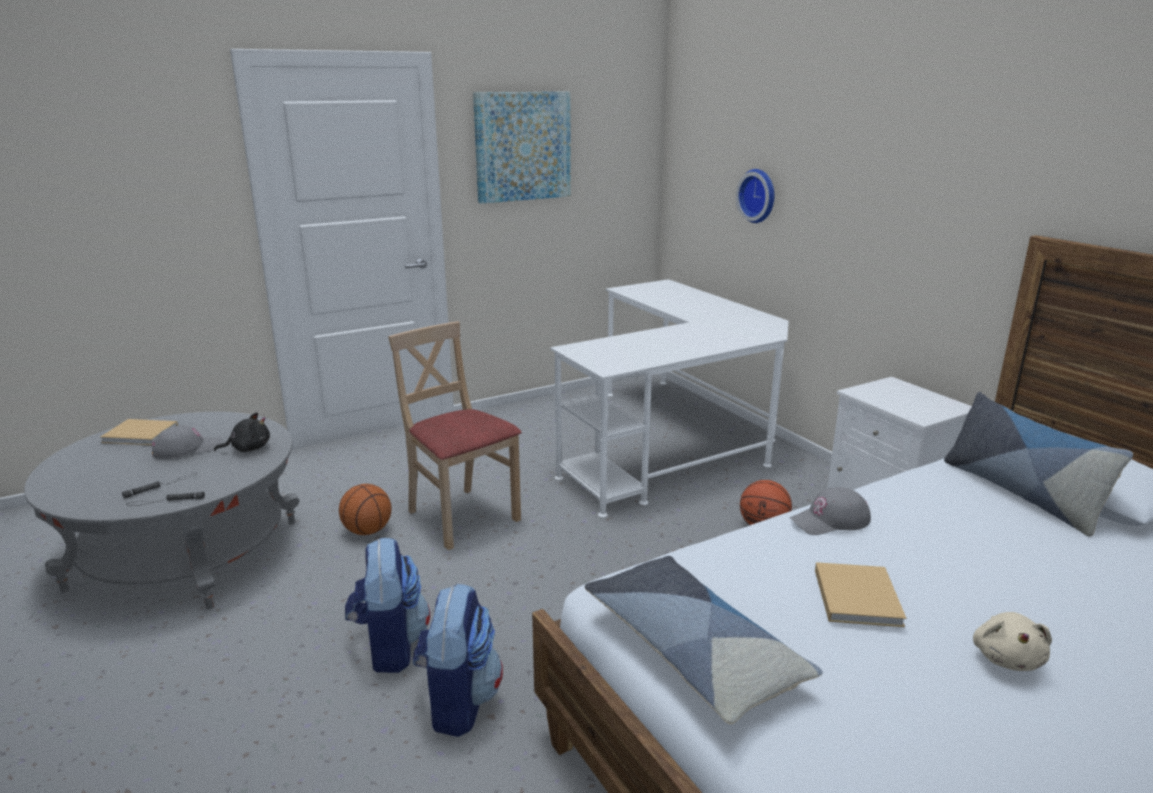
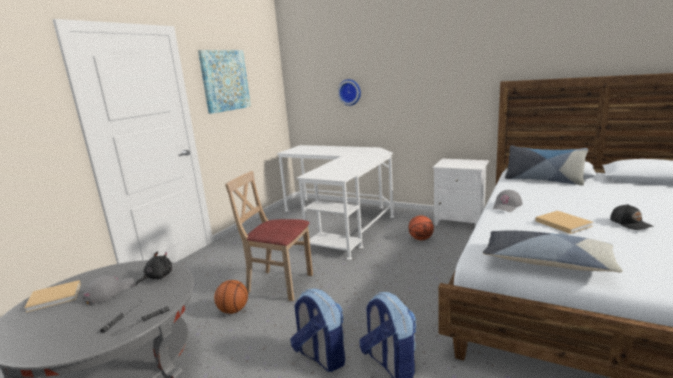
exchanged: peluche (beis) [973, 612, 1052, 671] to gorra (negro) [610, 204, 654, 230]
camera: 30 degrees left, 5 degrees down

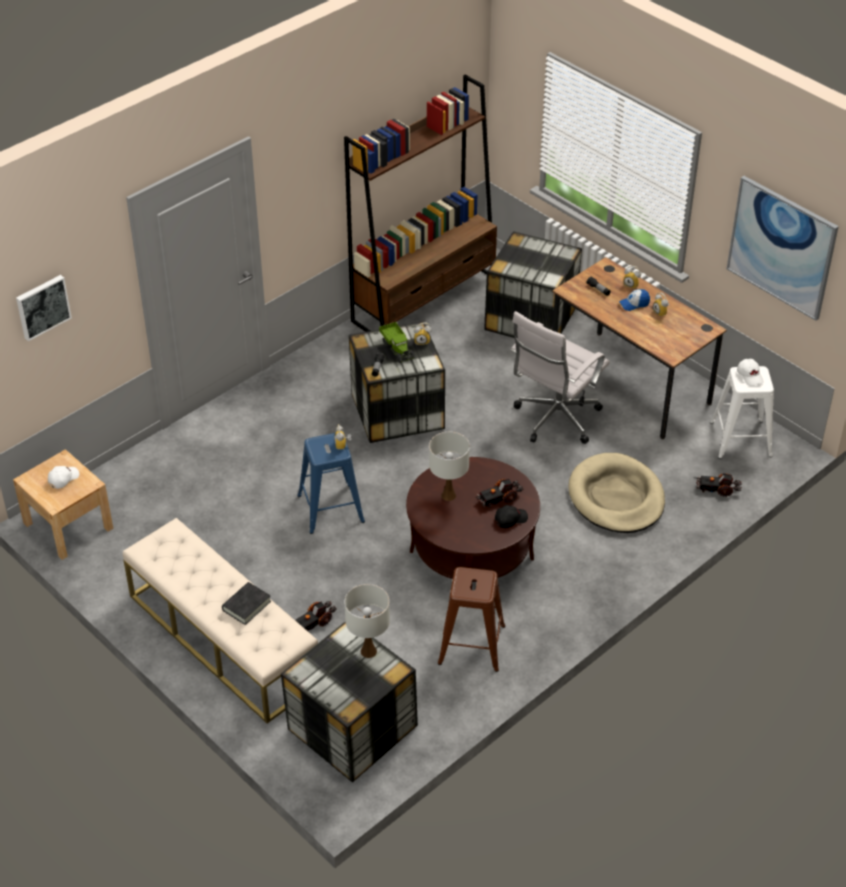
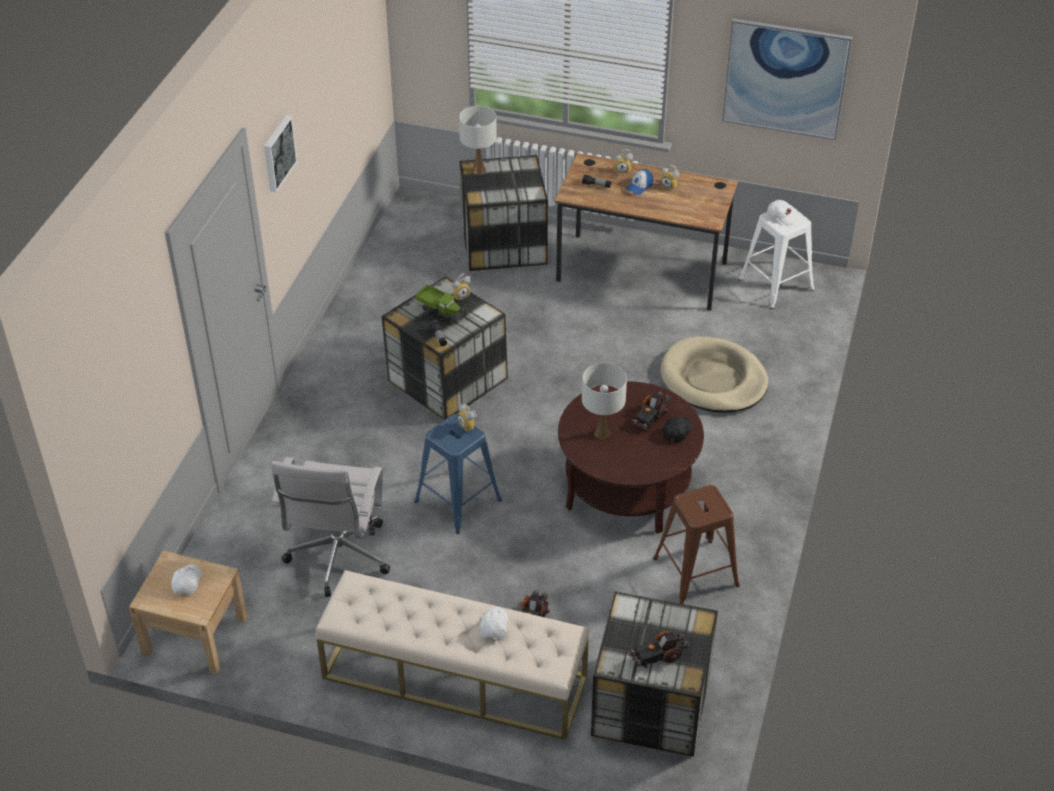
missing: estantería (marrón) [344, 75, 497, 332]
relocated: cuadro [16, 275, 72, 341] to [264, 115, 297, 193]; silla de oficina (blanco) [510, 311, 610, 444] to [271, 457, 390, 597]; lámpara de mesa (blanco) [345, 584, 390, 658] to [459, 106, 497, 175]; camión de juguete [693, 473, 742, 497] to [629, 631, 690, 668]
exchanged: libro (negro) [222, 582, 271, 625] to gorra (blanco) [480, 607, 508, 641]
camera: 30 degrees left, 0 degrees up

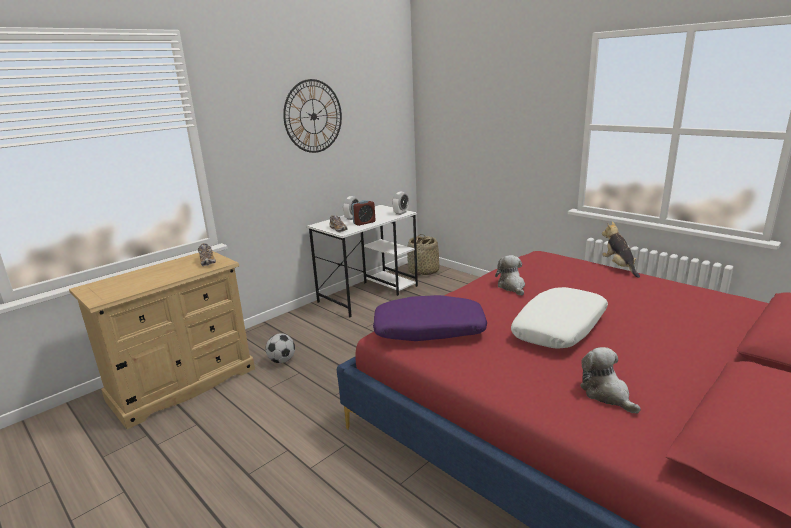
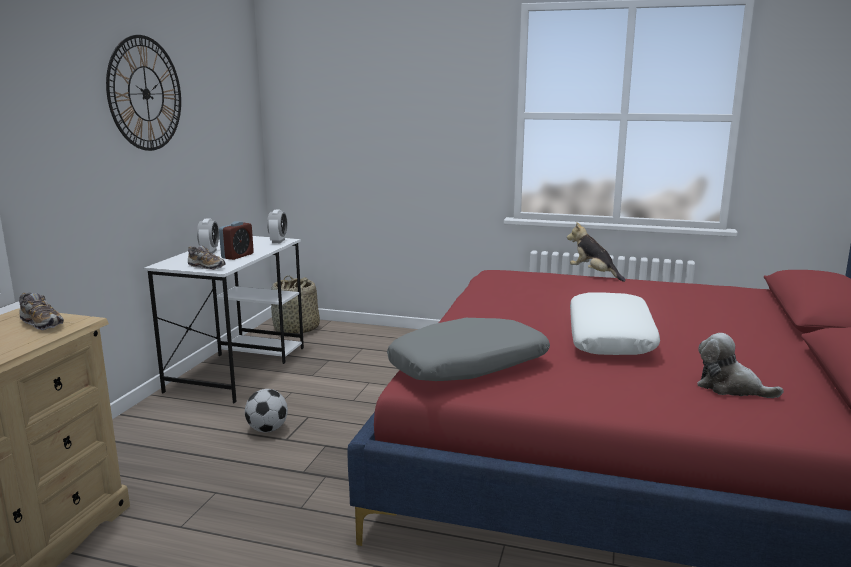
missing: peluche [495, 255, 525, 296]
relocated: balón de fútbol [266, 333, 295, 363] to [245, 389, 288, 433]
colour: cojín (morado) [373, 295, 487, 341] to cojín (gris) [387, 318, 550, 381]
camera: 30 degrees left, 5 degrees down

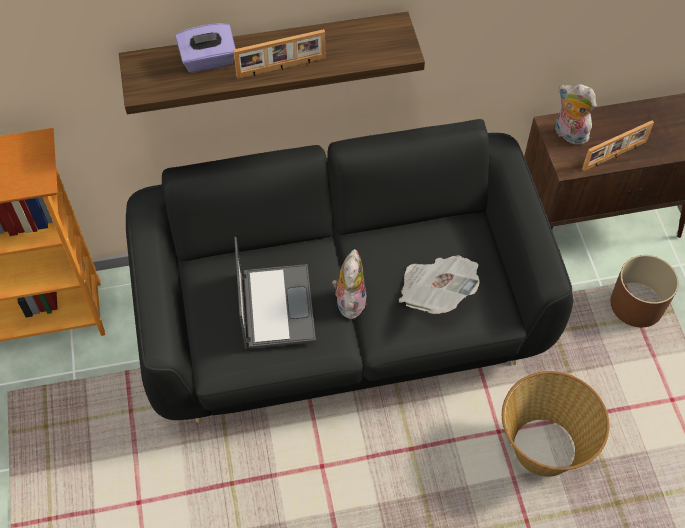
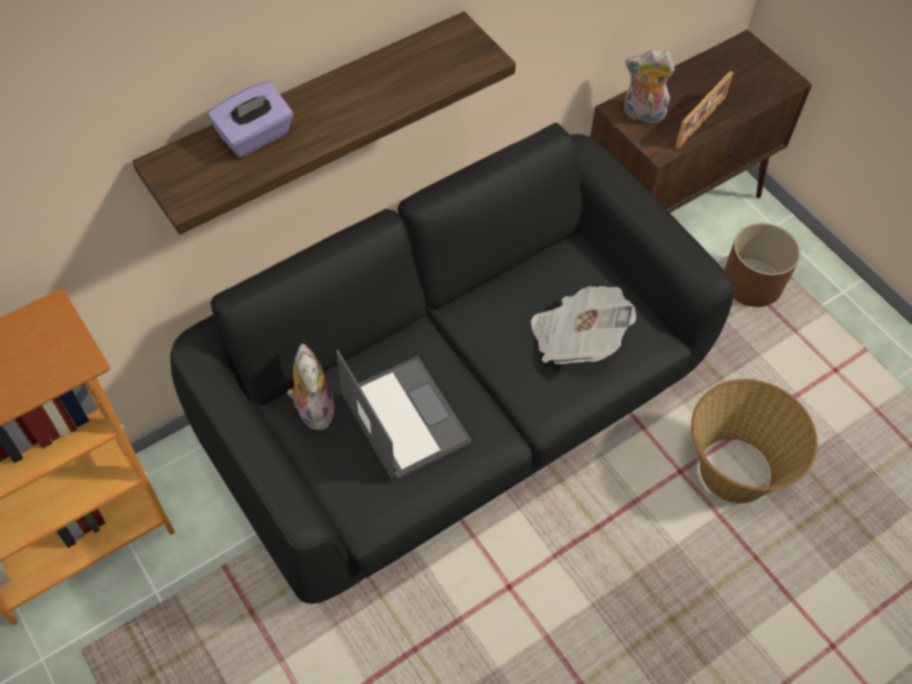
missing: portarretratos [233, 29, 326, 79]
relocated: peluche [332, 249, 366, 319] to [287, 343, 335, 430]
camera: 25 degrees left, 0 degrees up

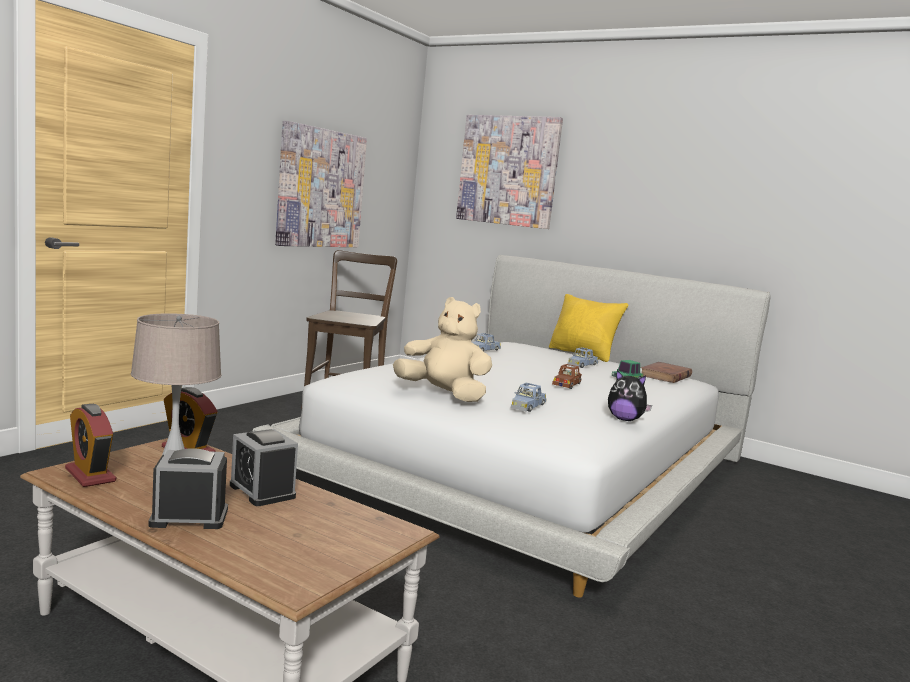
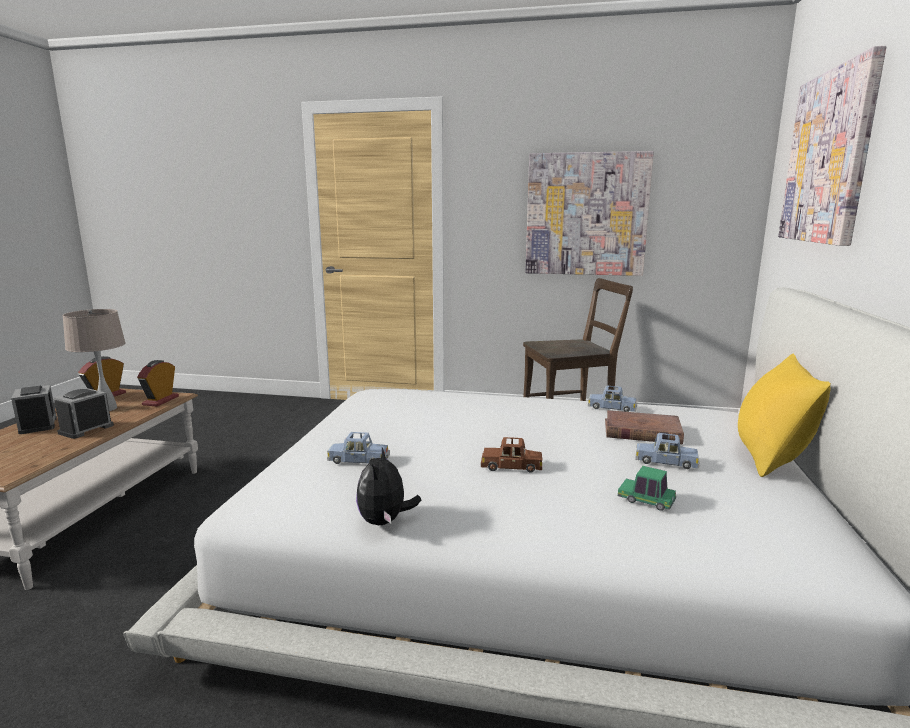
missing: peluche (beis) [393, 297, 492, 402]
relocated: libro (marrón) [641, 362, 692, 383] to [605, 410, 684, 444]
camera: 70 degrees right, 5 degrees up

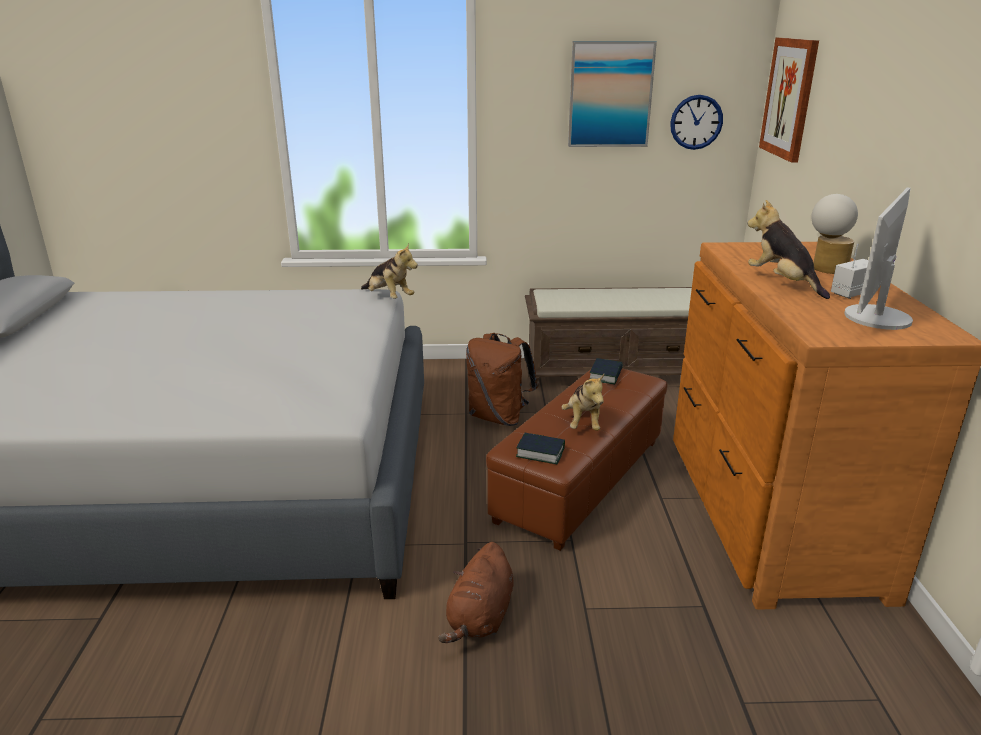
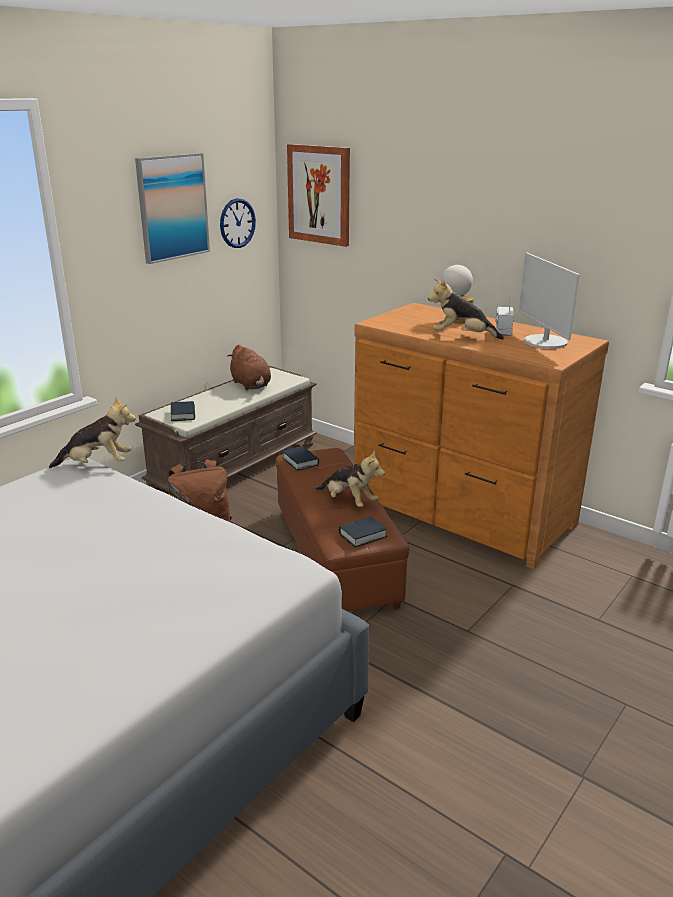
appeared: libro [171, 401, 195, 421]
relocated: peluche (marrón) [438, 542, 514, 643] to [227, 345, 271, 390]
camera: 50 degrees left, 0 degrees up

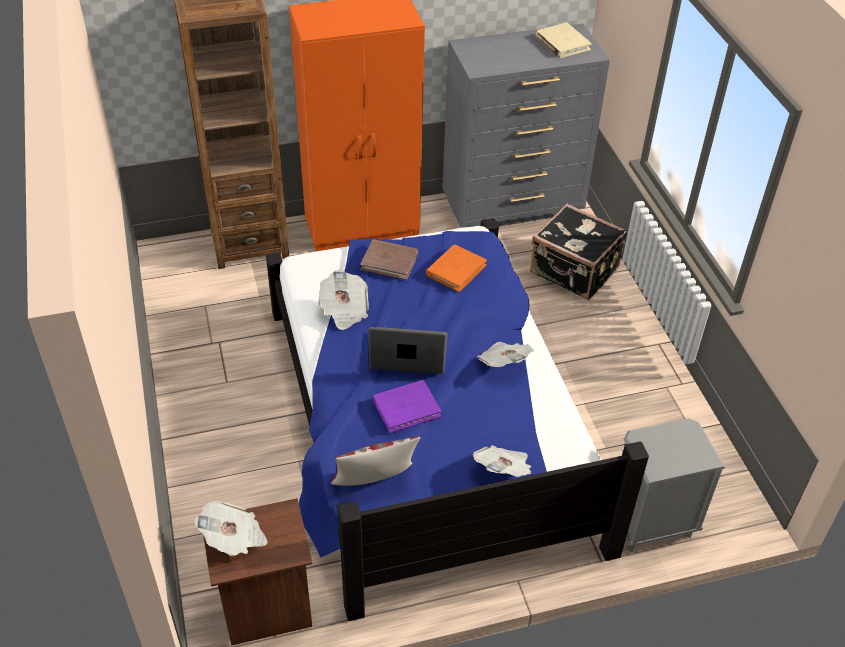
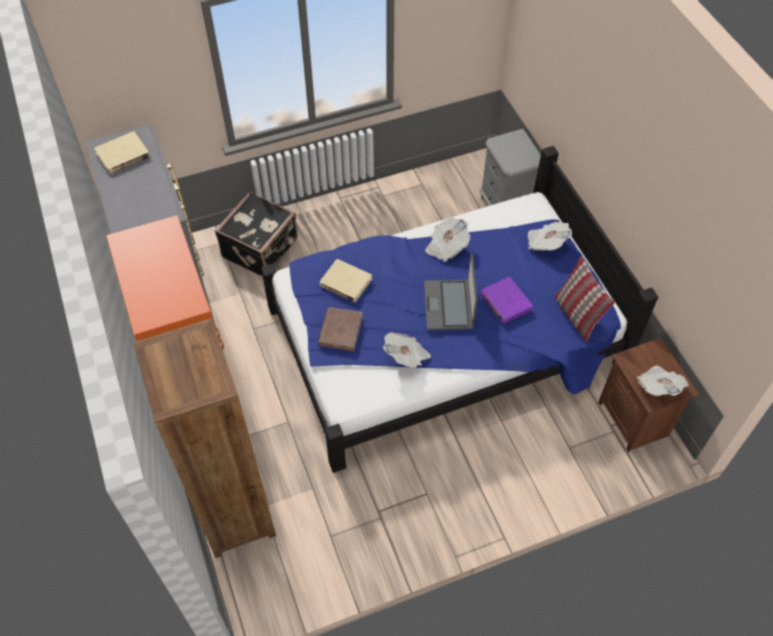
colour: libro (naranja) [426, 245, 487, 292] to libro (beis) [320, 259, 372, 302]
camera: 95 degrees left, 10 degrees up

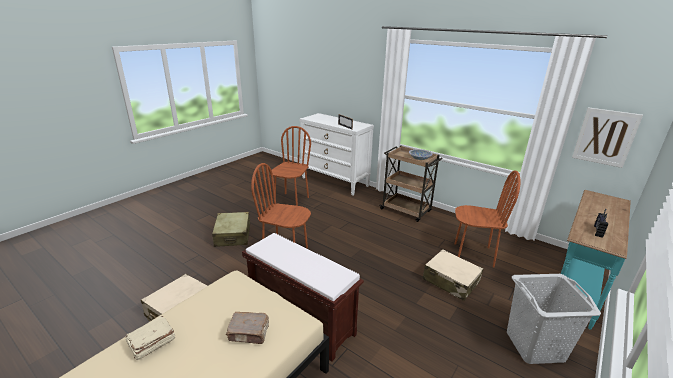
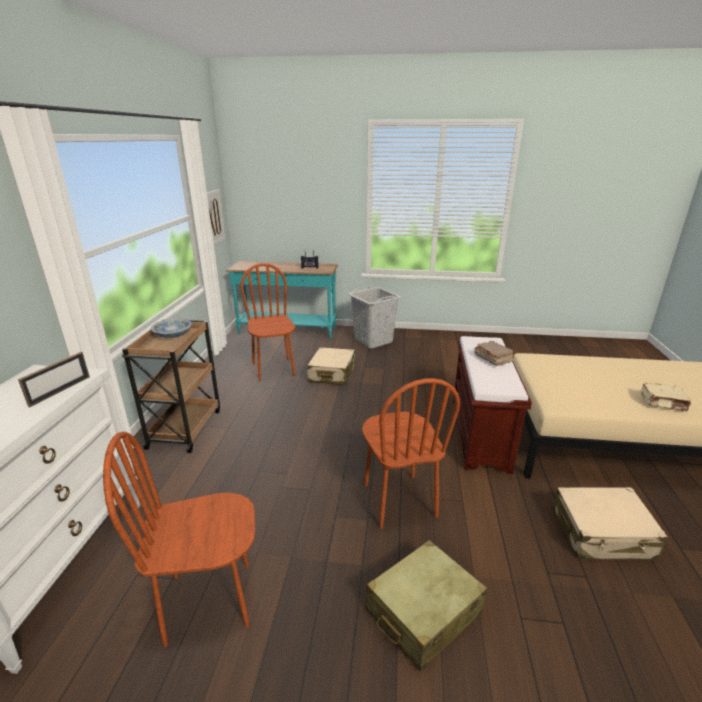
relocated: libro (marrón) [226, 312, 269, 344] to [474, 341, 516, 366]
camera: 120 degrees left, 0 degrees up

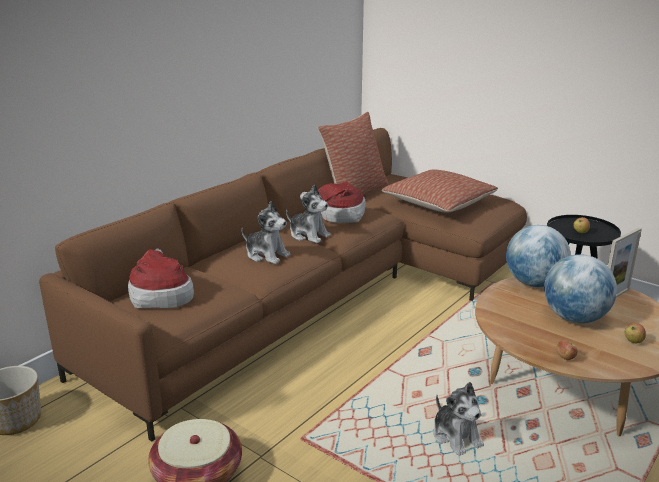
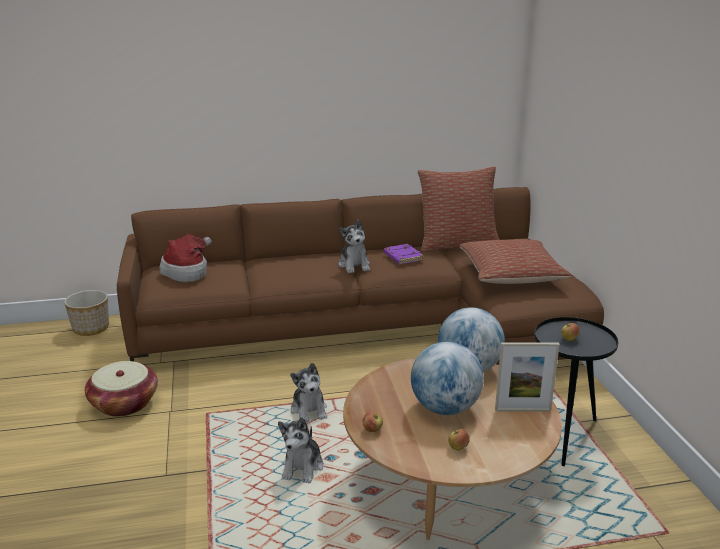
relocated: peluche [241, 201, 291, 264] to [290, 363, 327, 422]
exchanged: sombrero [300, 182, 366, 223] to libro (morado) [384, 244, 423, 264]
camera: 40 degrees right, 0 degrees up

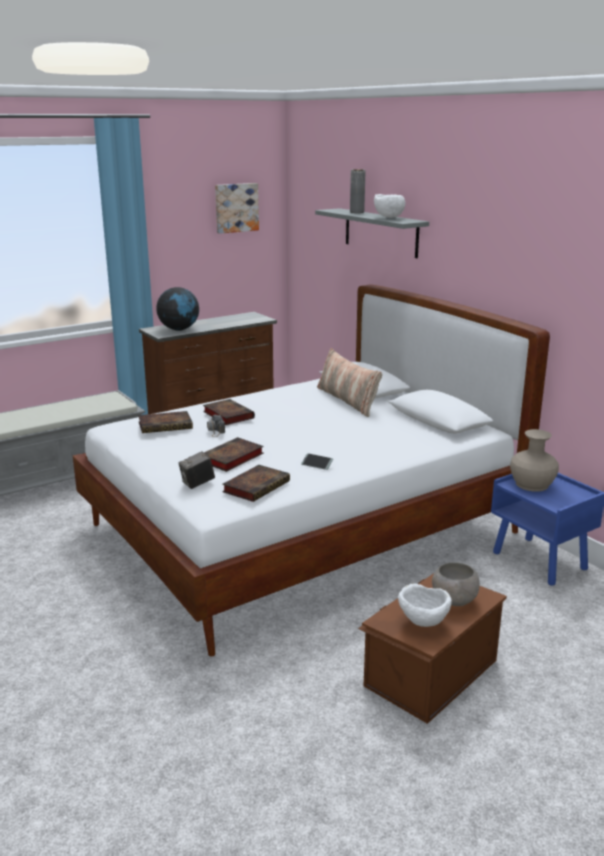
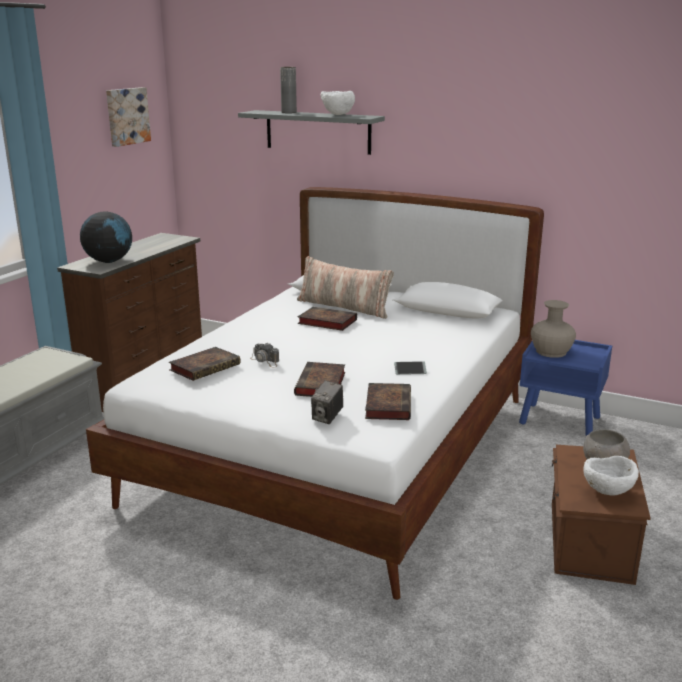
relocated: libro [203, 399, 255, 425] to [298, 307, 357, 331]
camera: 30 degrees left, 0 degrees up

